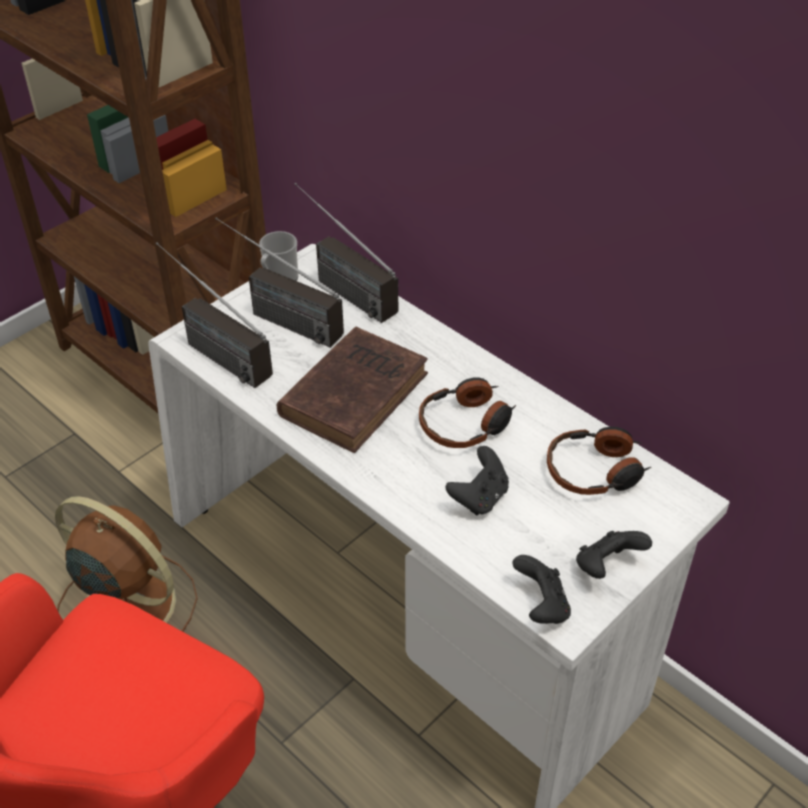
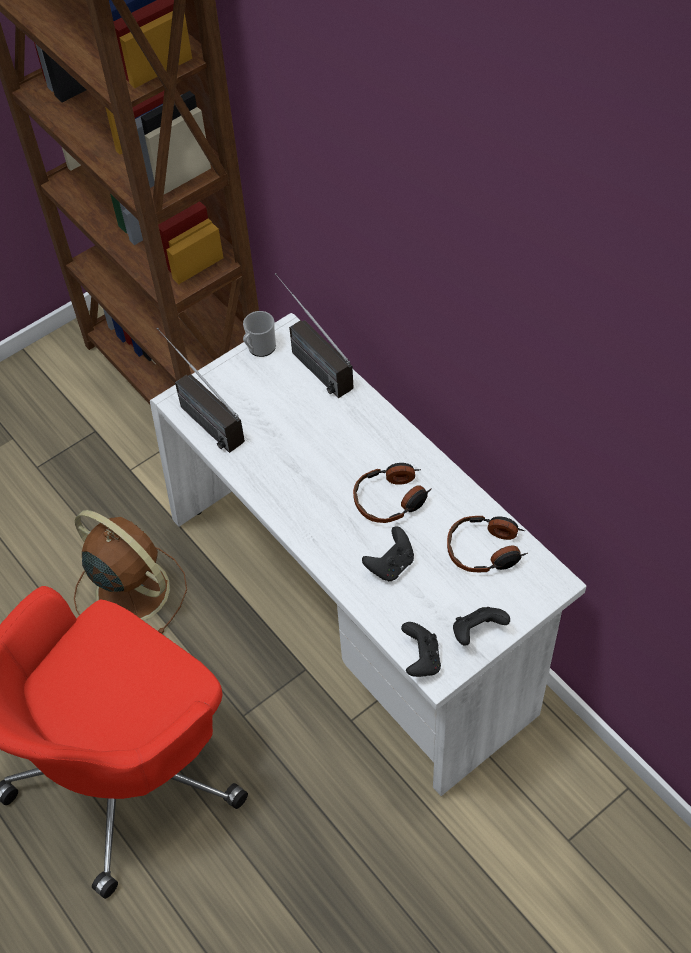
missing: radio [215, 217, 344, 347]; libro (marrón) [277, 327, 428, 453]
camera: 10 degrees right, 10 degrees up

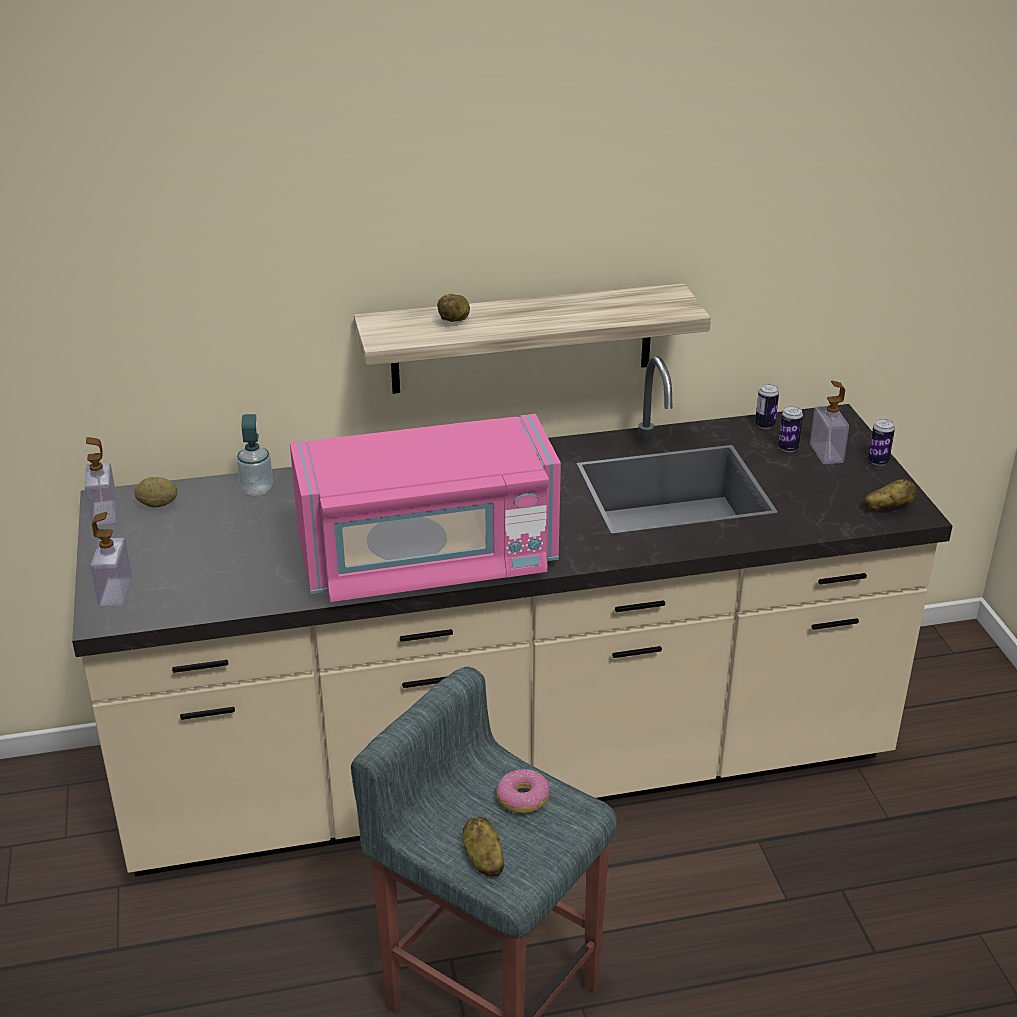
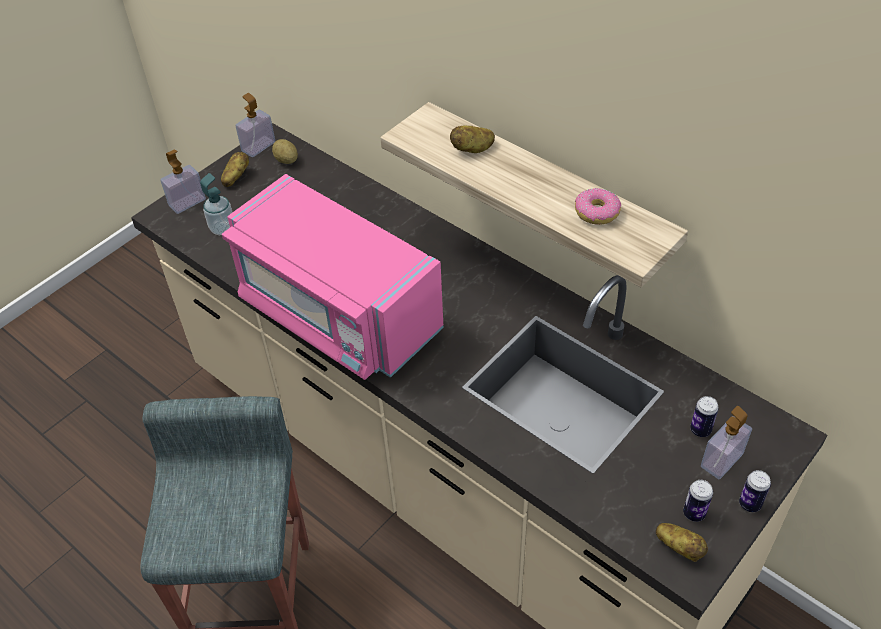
relocated: dispensador de jabón [237, 414, 273, 496] to [200, 173, 232, 235]; patata [462, 817, 505, 877] to [221, 152, 249, 187]; rosquilla [497, 769, 550, 814] to [575, 188, 621, 225]; lata [755, 384, 779, 429] to [683, 480, 713, 522]
camera: 55 degrees right, 15 degrees up

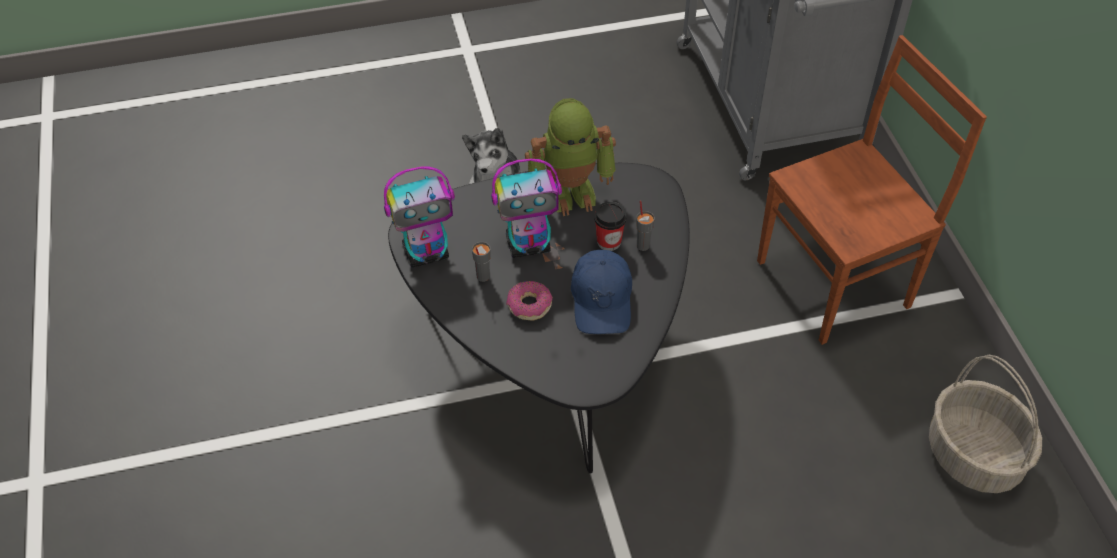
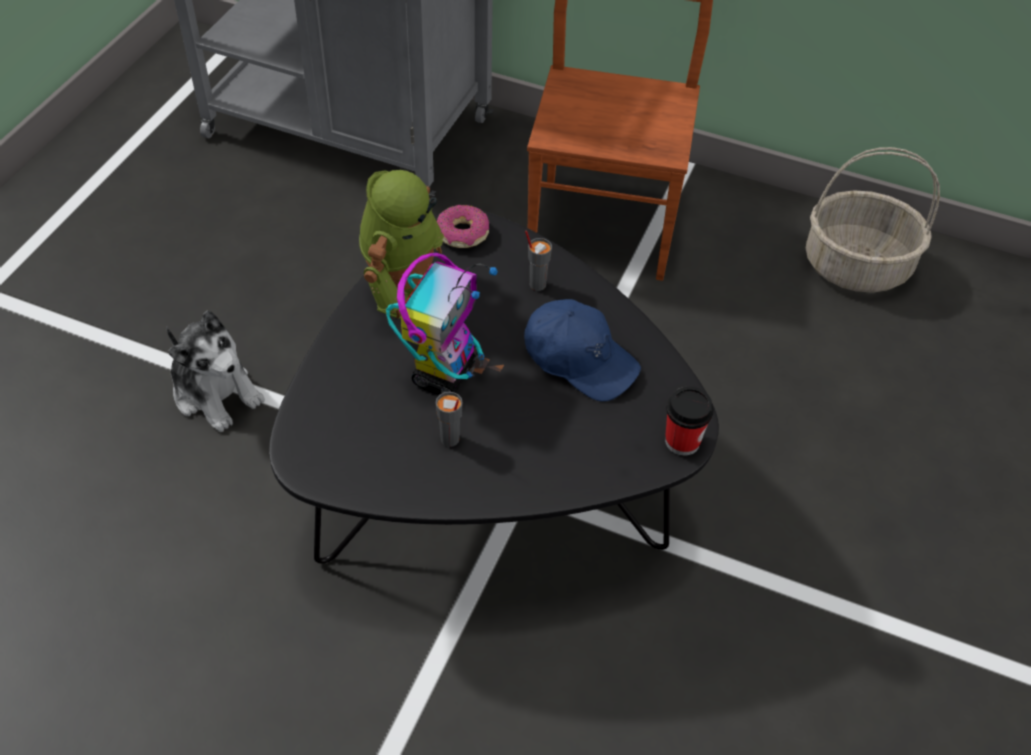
missing: robot de juguete [384, 167, 455, 268]
relocated: rosquilla [506, 281, 553, 321] to [437, 205, 489, 248]; taza [594, 202, 626, 251] to [665, 386, 714, 456]
camera: 55 degrees left, 0 degrees up

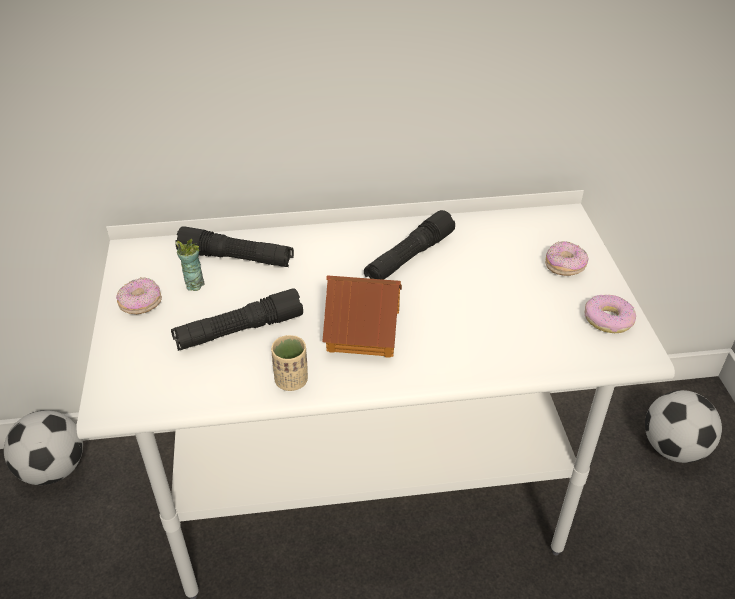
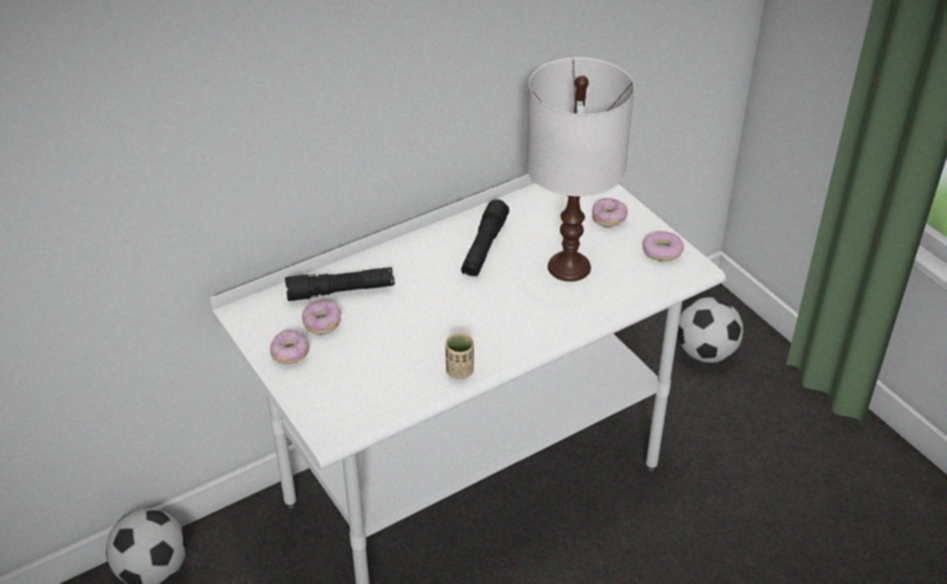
missing: linterna (negro) [171, 288, 303, 351]; casita [322, 275, 402, 358]
appeared: lámpara de mesa (blanco) [526, 57, 634, 282]
exchanged: taza [176, 239, 204, 291] to rosquilla [302, 301, 341, 335]
camera: 25 degrees left, 0 degrees up

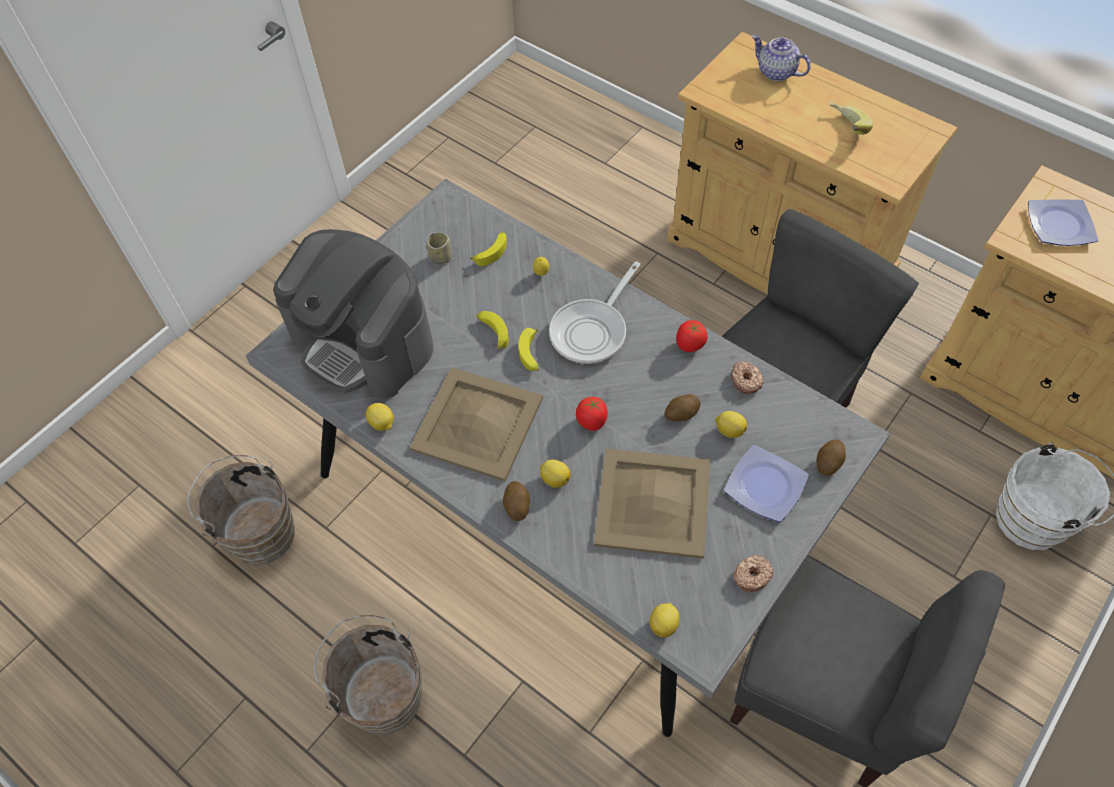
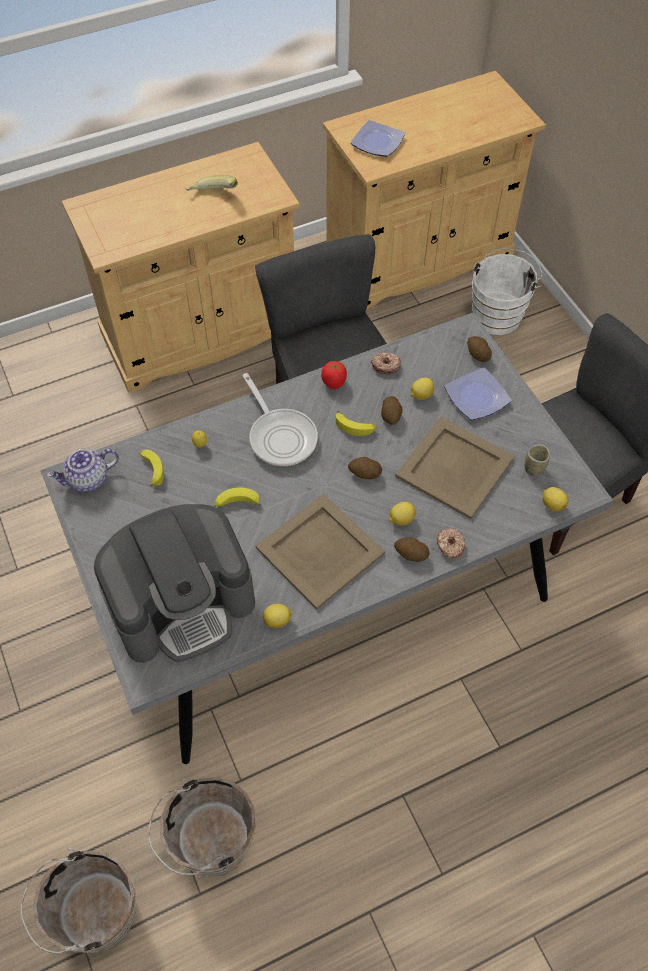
relocated: cubo (marrón) [314, 615, 422, 734] to [20, 848, 136, 955]; tetera [752, 35, 811, 81] to [47, 448, 119, 492]; plátano [518, 328, 539, 371] to [335, 411, 377, 436]; rosquilla [734, 555, 773, 592] to [437, 528, 465, 558]; taza [426, 232, 452, 265] to [525, 445, 550, 476]
exchanged: tomate [576, 397, 608, 431] to patata [348, 457, 382, 479]
camera: 65 degrees left, 0 degrees up

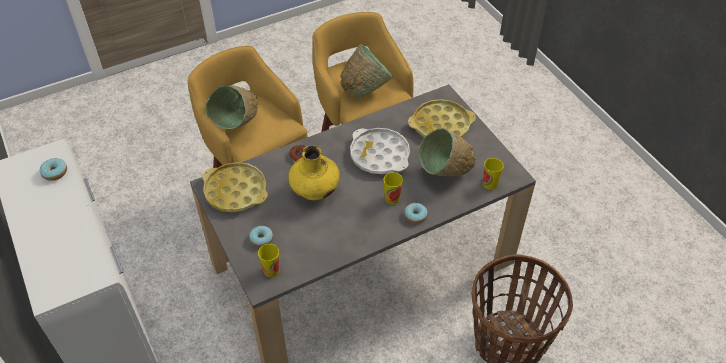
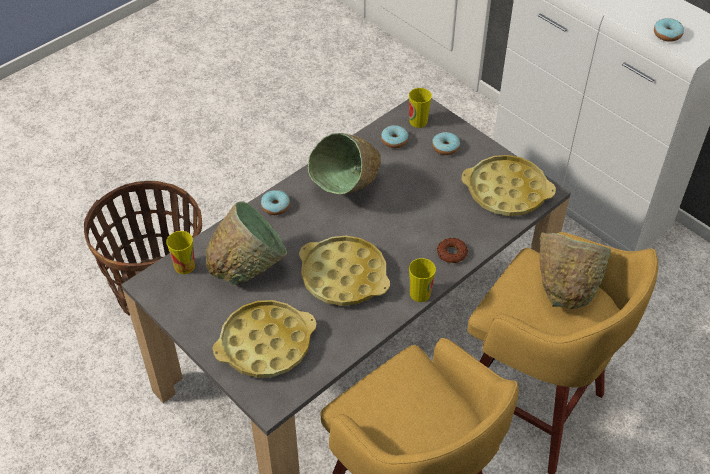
missing: florero (amarillo) [288, 145, 340, 200]
appeared: rosquilla [381, 125, 409, 148]
relocated: cuenco (verde) [341, 44, 393, 98] to [308, 133, 381, 194]; taza [384, 172, 403, 204] to [409, 258, 436, 302]
colour: bandeja (blanco) [350, 128, 410, 174] to bandeja (amarillo) [299, 235, 390, 306]
camera: 165 degrees right, 0 degrees up

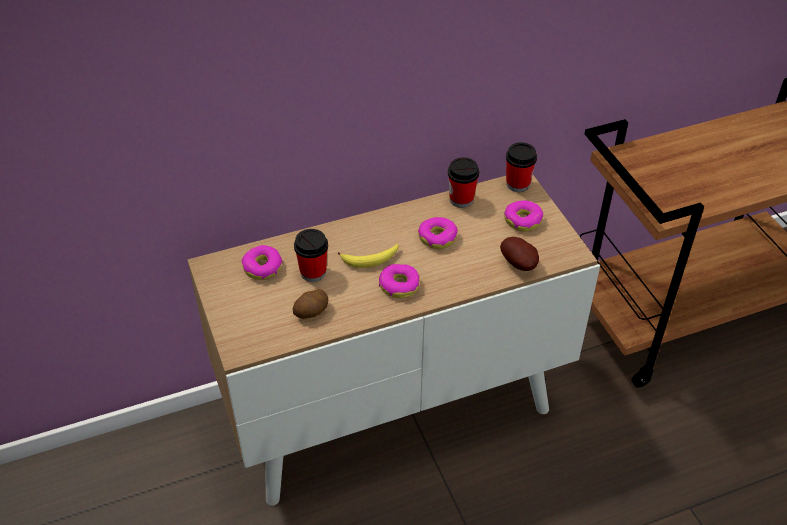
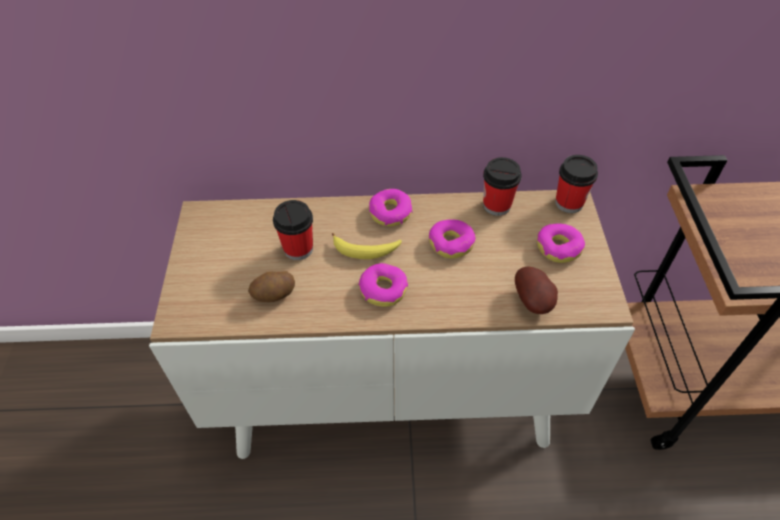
relocated: rosquilla [242, 245, 283, 280] to [369, 189, 413, 226]
camera: 20 degrees right, 5 degrees up

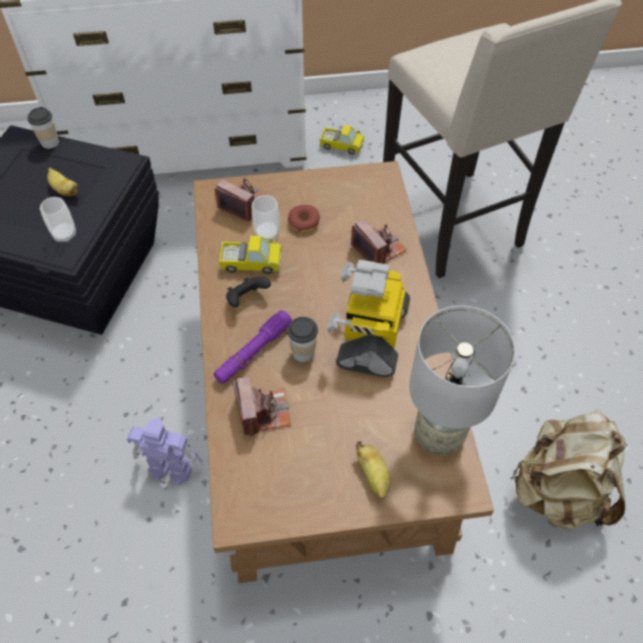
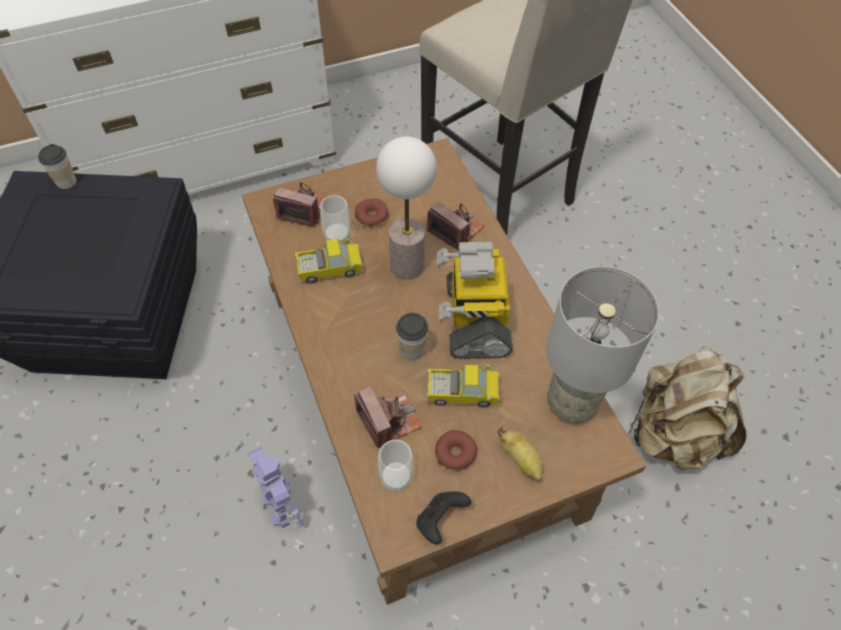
missing: plátano [47, 167, 79, 196]; linterna (morado) [214, 310, 292, 384]
appeared: lámpara de mesa [376, 137, 437, 279]; rosquilla [435, 430, 477, 471]
relocated: taza [40, 197, 76, 242] to [378, 440, 413, 491]; mando de consola (negro) [226, 277, 271, 307] to [416, 492, 471, 544]; camión de juguete [320, 125, 364, 154] to [427, 364, 500, 407]
spun: robot de juguete [127, 418, 204, 485] = [248, 447, 304, 528] 60 degrees clockwise
camera: 15 degrees left, 0 degrees up

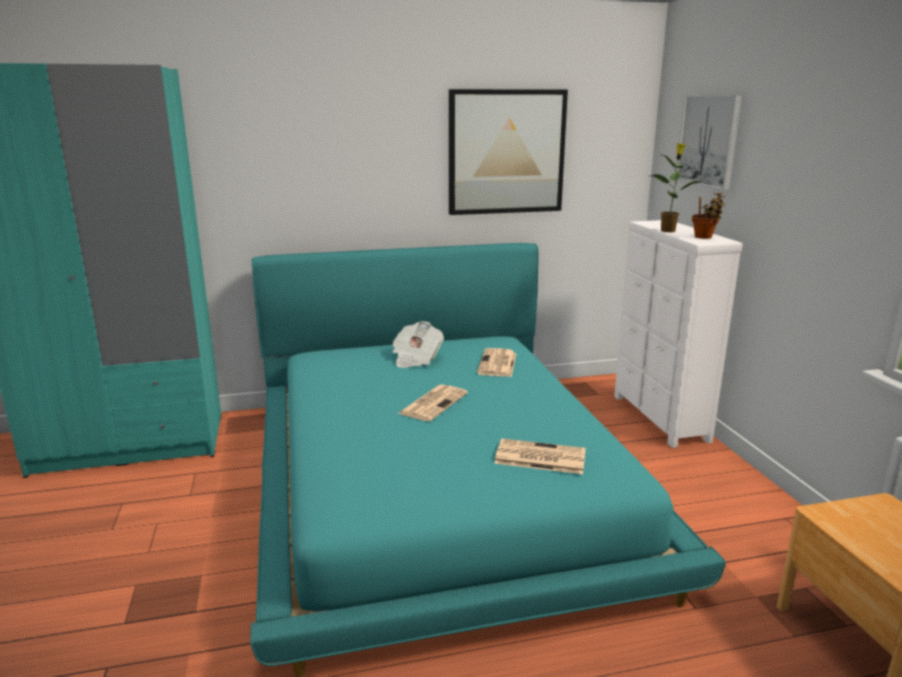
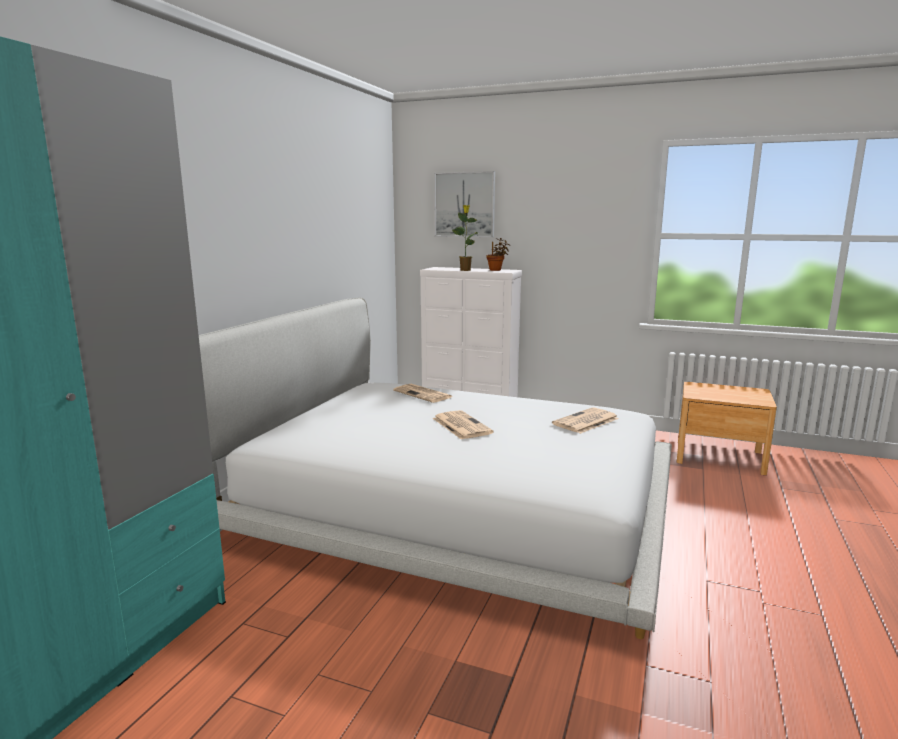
missing: periódico [392, 321, 444, 368]; cuadro [449, 89, 568, 215]
colour: cama (turquesa) [250, 243, 726, 677] to cama (blanco) [199, 298, 672, 639]
camera: 55 degrees left, 5 degrees down

